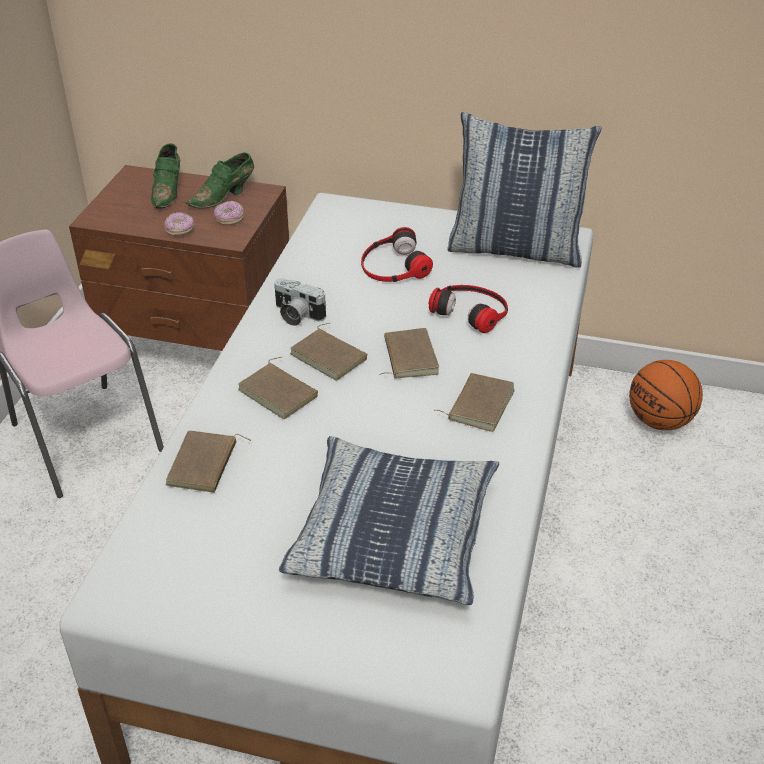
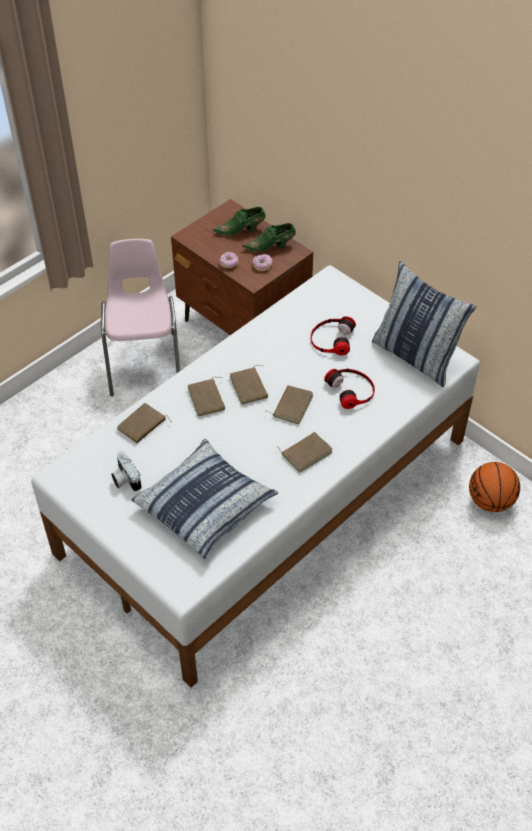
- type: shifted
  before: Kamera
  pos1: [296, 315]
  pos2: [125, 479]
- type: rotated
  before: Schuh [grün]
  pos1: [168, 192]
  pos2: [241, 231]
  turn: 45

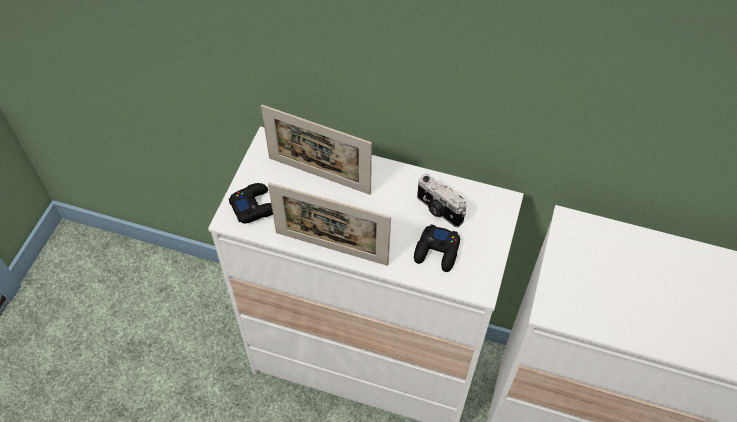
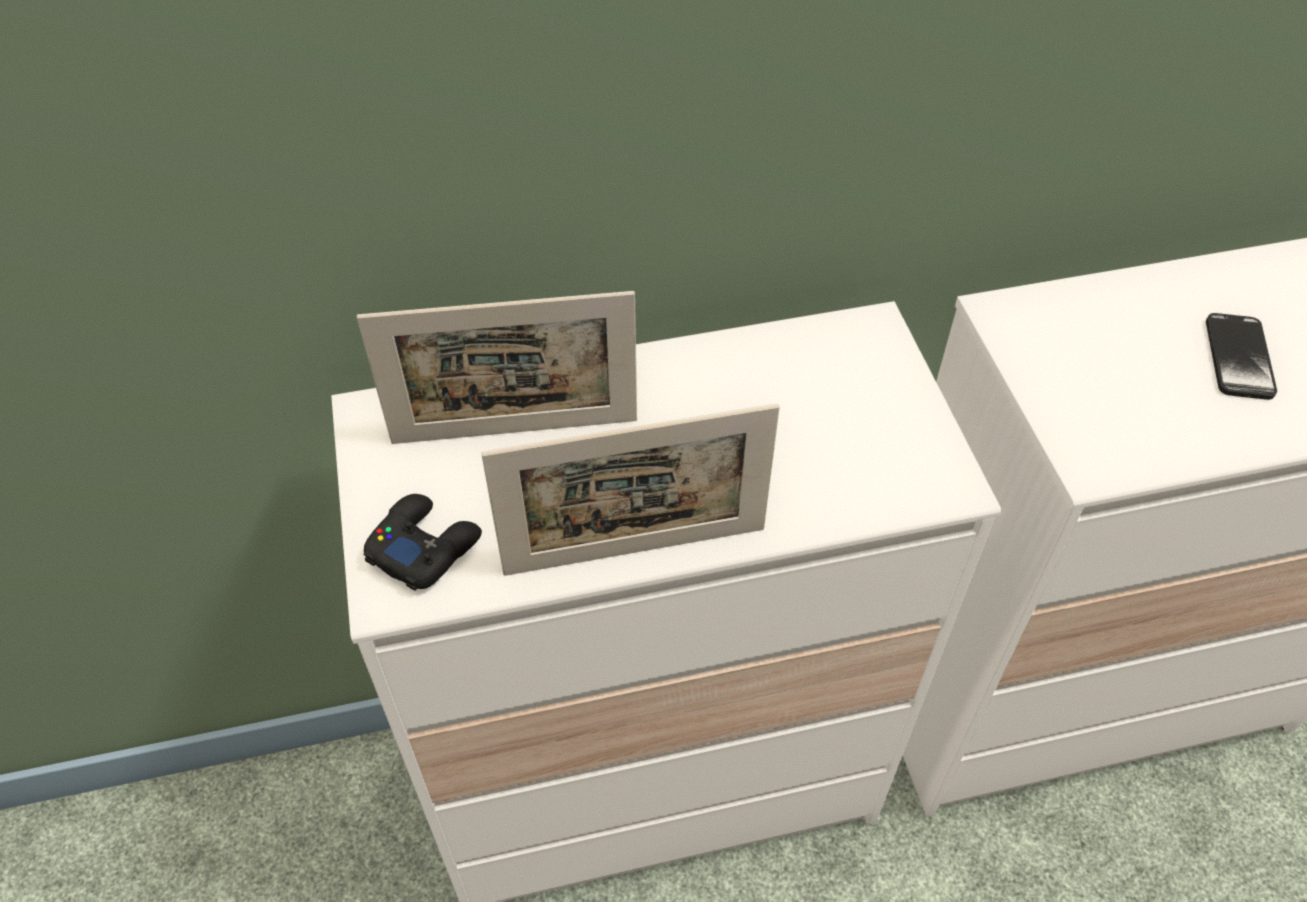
- type: new
  after: Handy
  pos2: [1238, 358]
- type: gone
  before: Gamepad [schwarz]
  pos1: [437, 251]
- type: gone
  before: Kamera
  pos1: [438, 210]

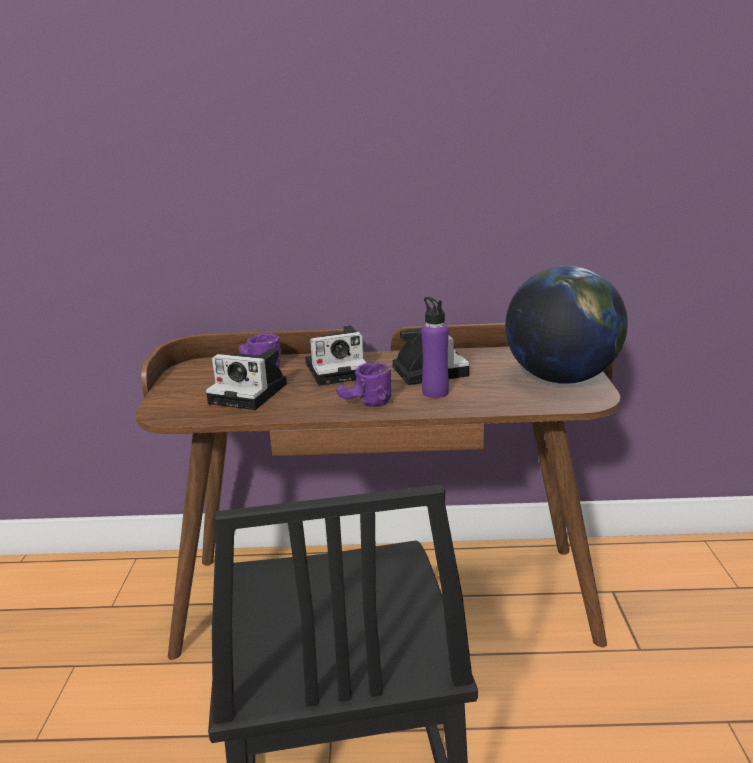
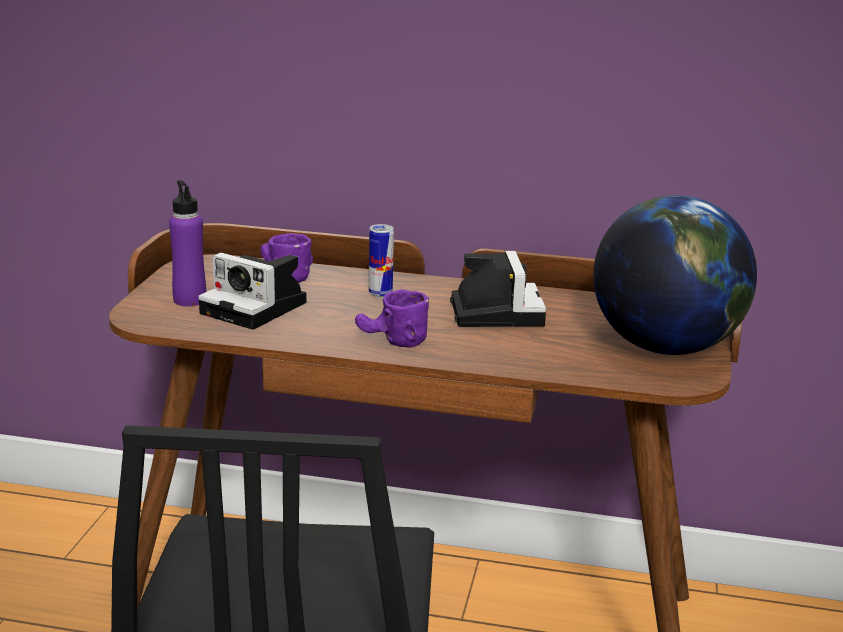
- type: shifted
  before: Flasche [lila]
  pos1: [435, 392]
  pos2: [189, 300]
- type: swapped
  before: Kamera
  after: Dose
  pos1: [338, 370]
  pos2: [380, 294]

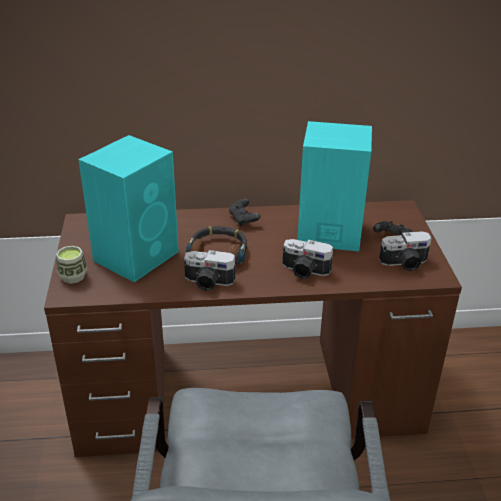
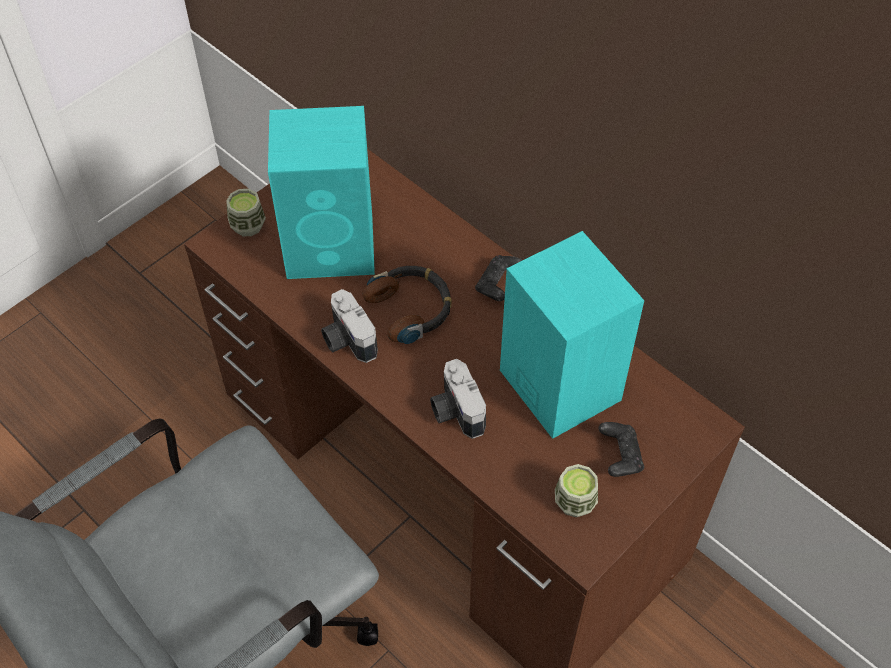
- type: swapped
  before: Kamera
  after: Tasse
  pos1: [405, 264]
  pos2: [575, 502]

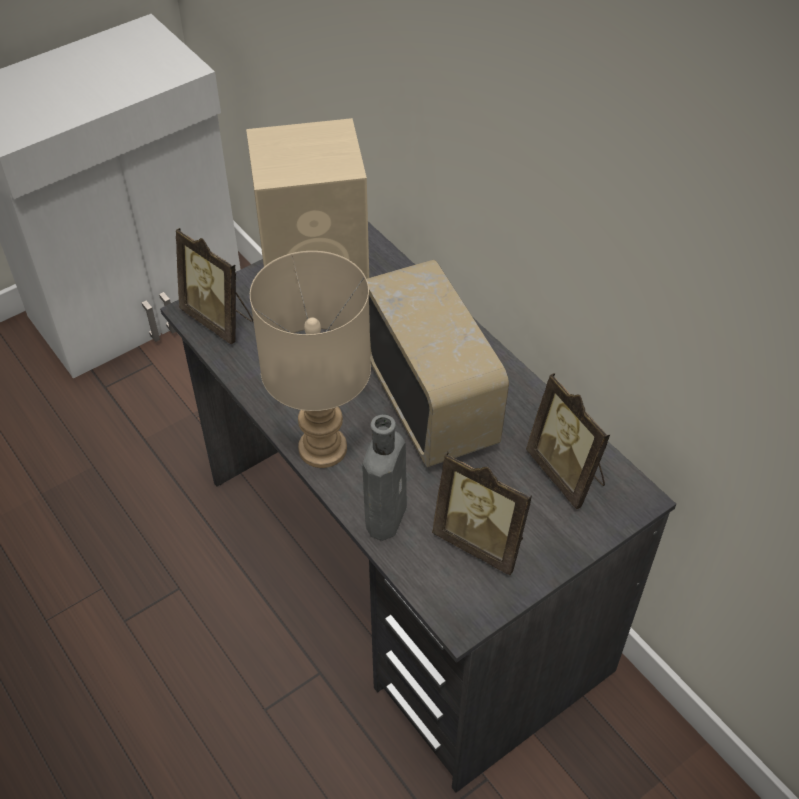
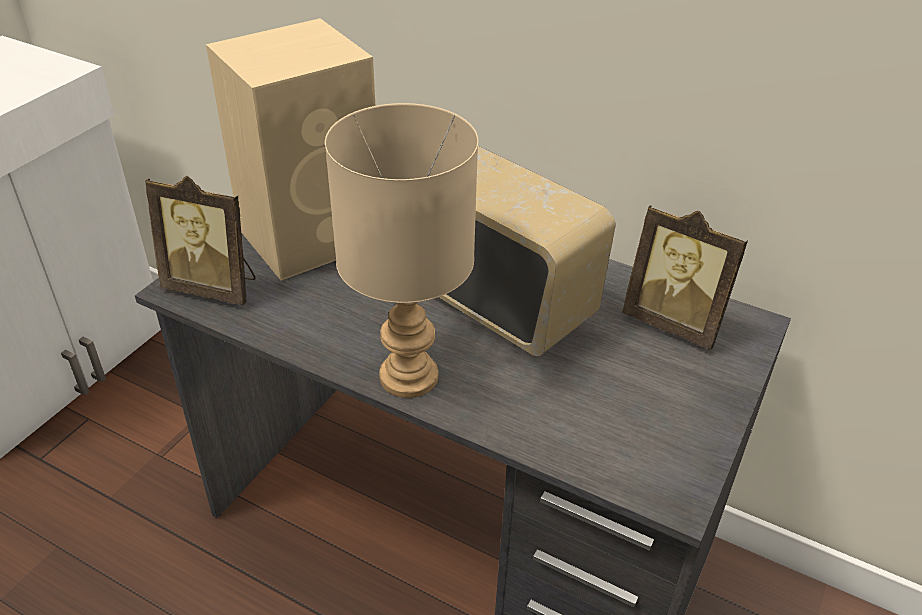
- type: gone
  before: Flasche [grau]
  pos1: [387, 514]
- type: gone
  before: Bilderrahmen
  pos1: [481, 541]

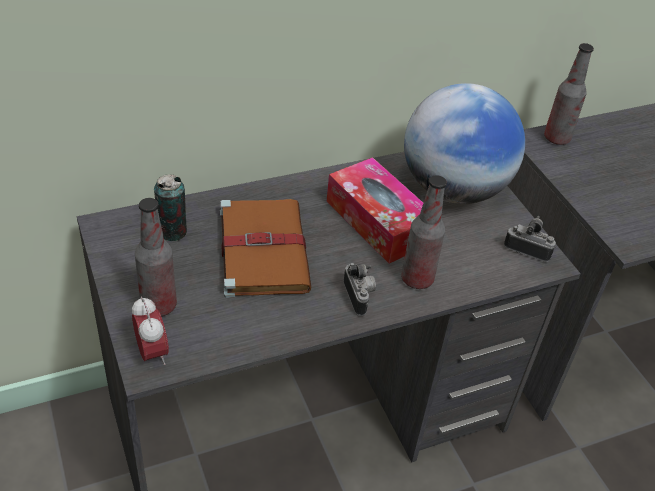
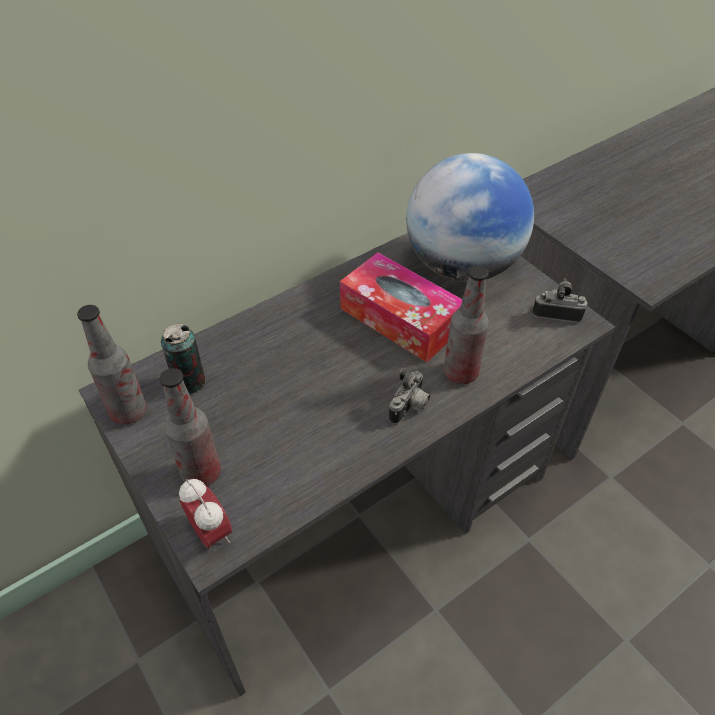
- type: shifted
  before: Flasche
  pos1: [556, 138]
  pos2: [128, 411]
- type: rotated
  before: Kamera
  pos1: [360, 297]
  pos2: [410, 407]
  turn: 60
- type: gone
  before: Buch [braun]
  pos1: [262, 248]

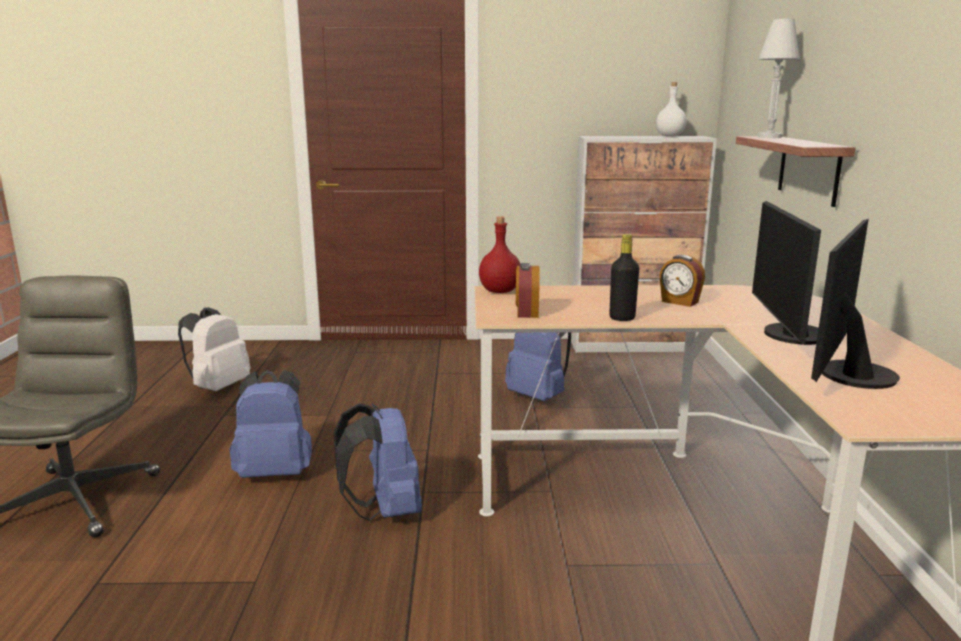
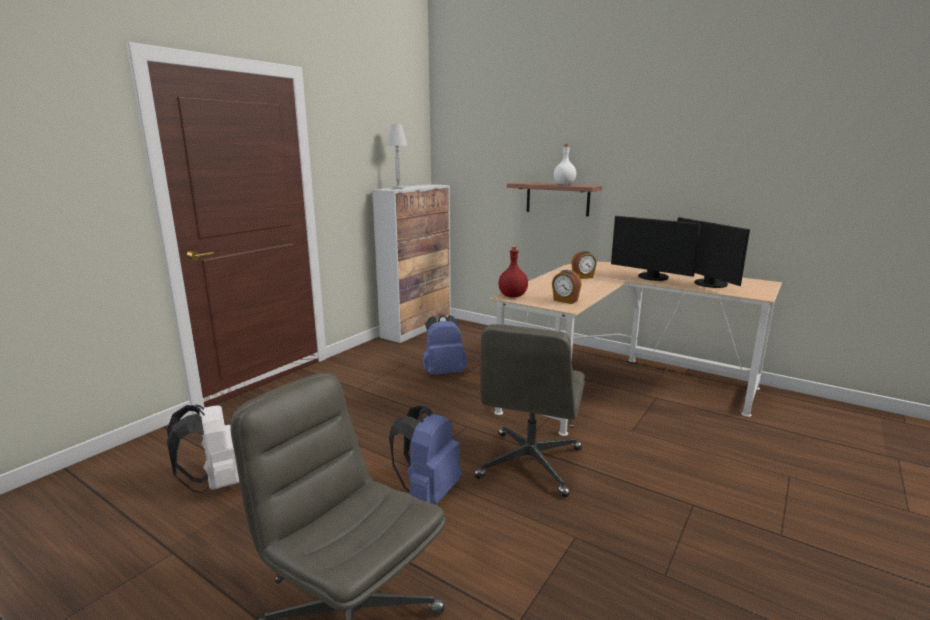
- type: shifted
  before: Tischlampe [weiß]
  pos1: [769, 137]
  pos2: [398, 188]
- type: swapped
  before: Rucksack [blau]
  after: Bürostuhl [grau]
  pos1: [385, 510]
  pos2: [530, 464]
- type: shifted
  before: Flasche [weiß]
  pos1: [670, 136]
  pos2: [564, 184]
- type: gone
  before: Flasche [schwarz]
  pos1: [622, 318]

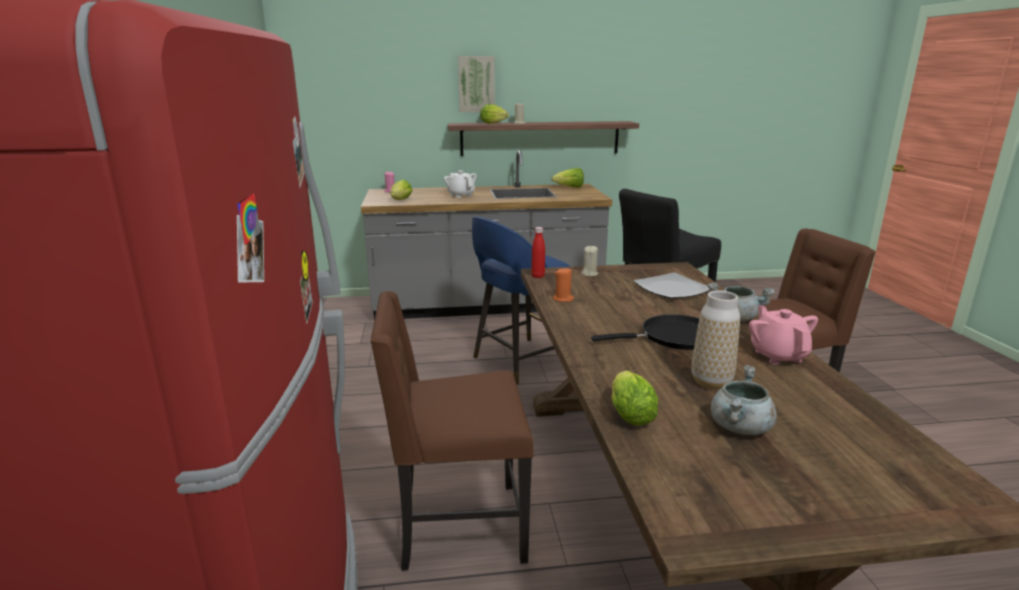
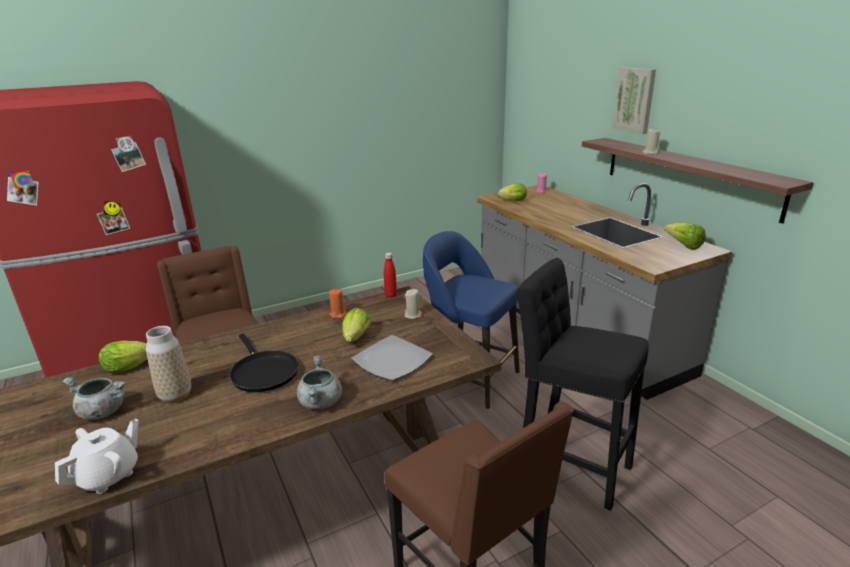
- type: shifted
  before: Teekanne [weiß]
  pos1: [461, 195]
  pos2: [109, 475]
- type: shifted
  before: Salatkopf
  pos1: [494, 123]
  pos2: [355, 339]
- type: gone
  before: Teekanne [rosa]
  pos1: [778, 355]

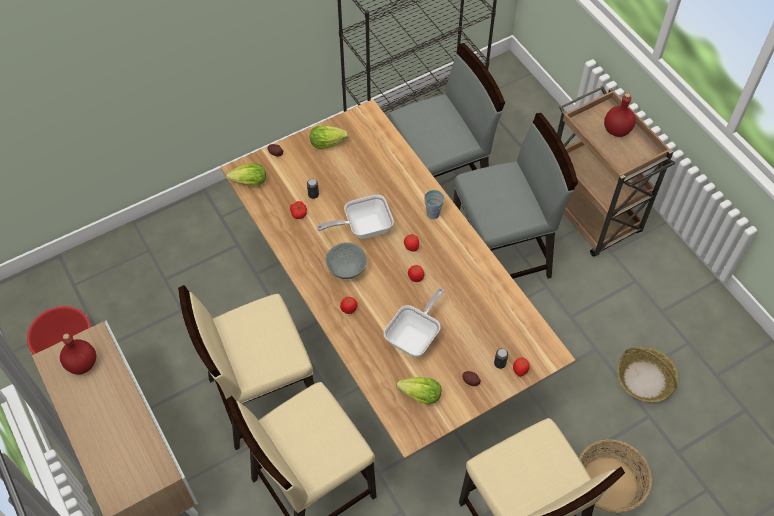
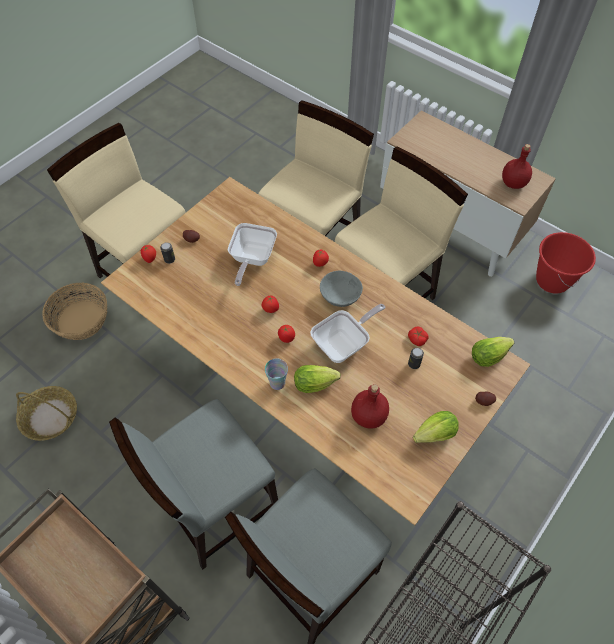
- type: shifted
  before: Salatkopf
  pos1: [418, 395]
  pos2: [317, 383]
- type: shifted
  before: Flasche [rot]
  pos1: [616, 130]
  pos2: [369, 416]

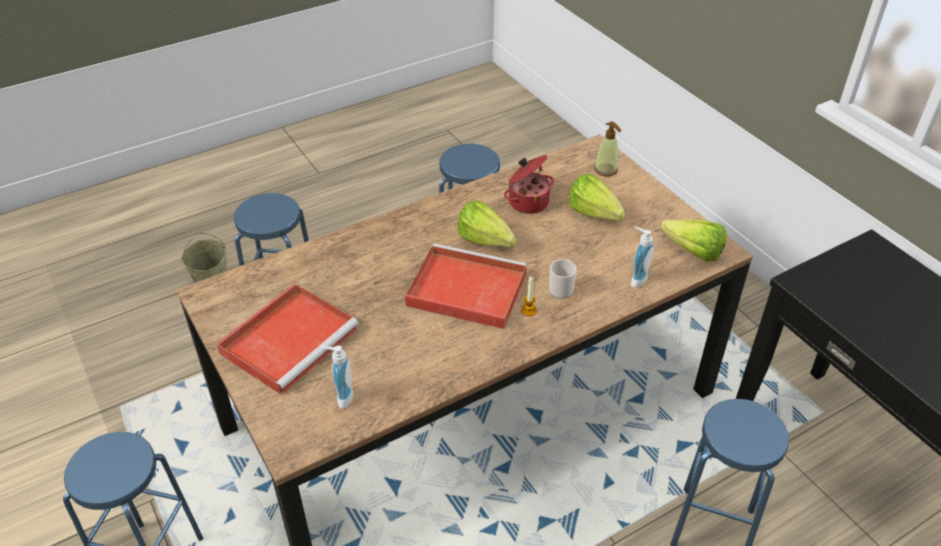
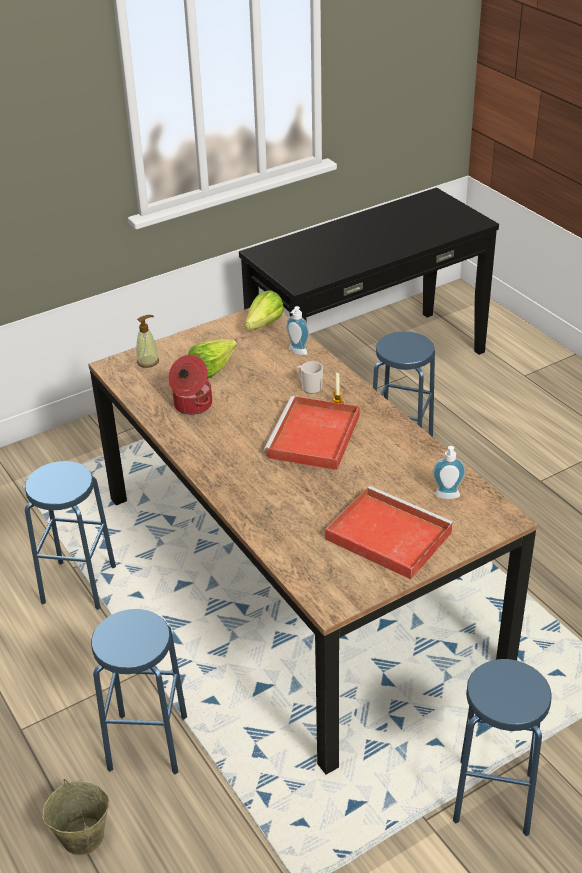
- type: gone
  before: Salatkopf
  pos1: [488, 244]

